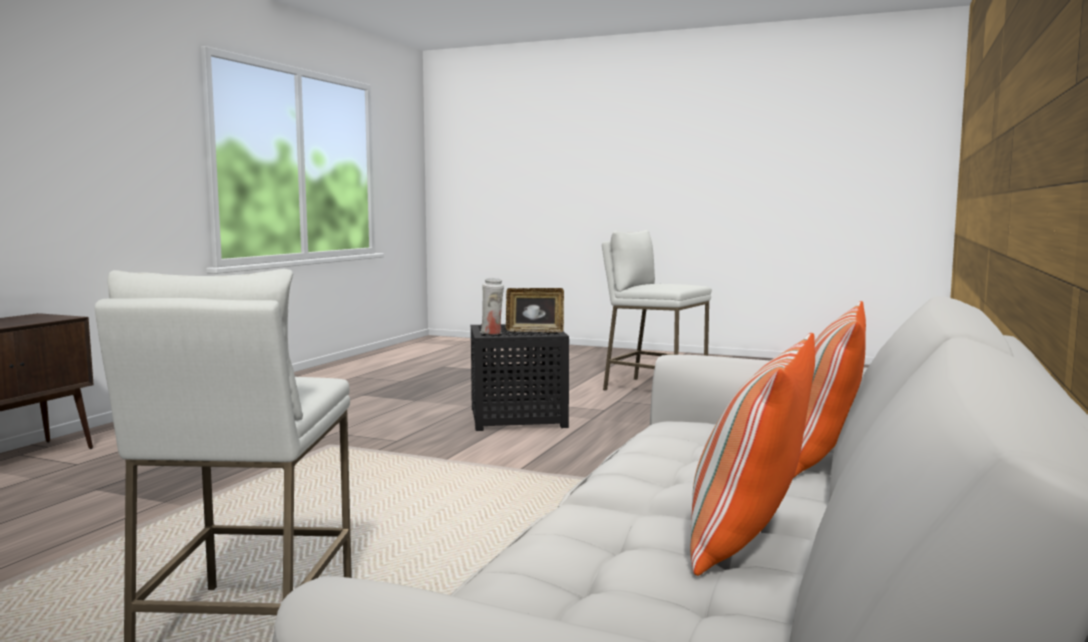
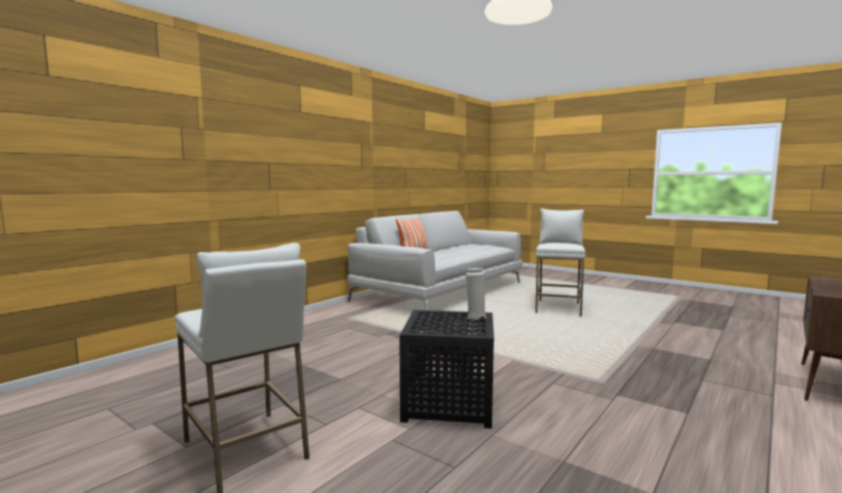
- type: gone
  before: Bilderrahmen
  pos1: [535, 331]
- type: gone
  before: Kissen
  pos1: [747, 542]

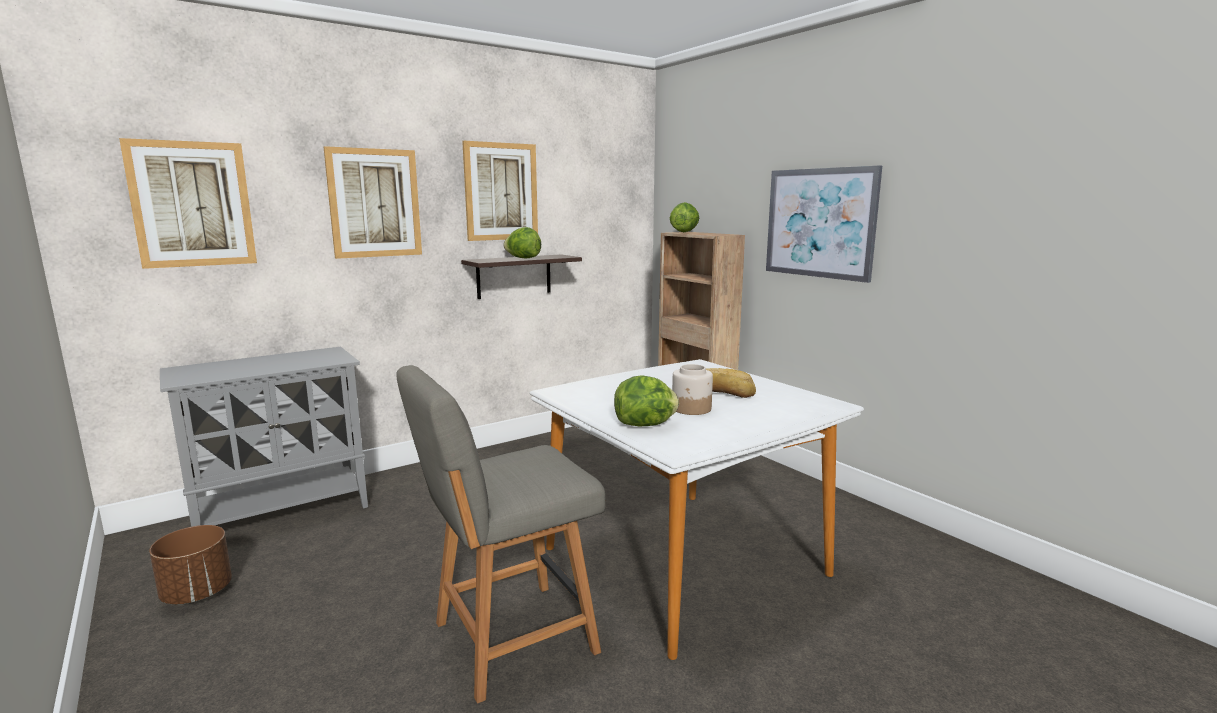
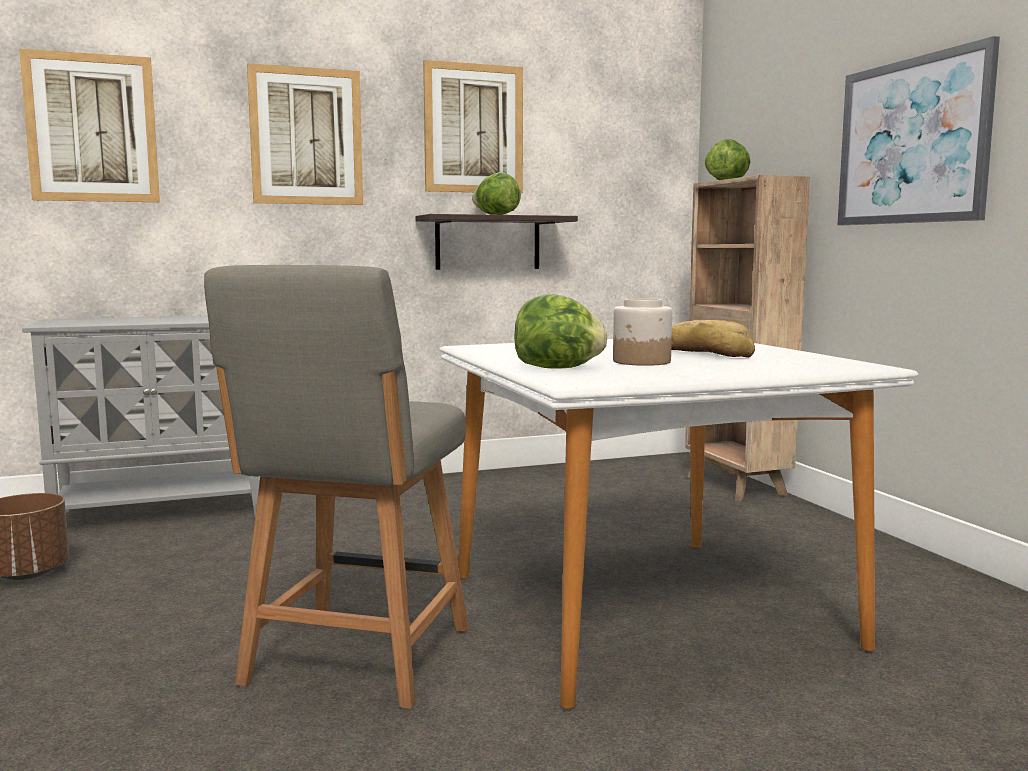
- type: rotated
  before: Stuhl [grau]
  pos1: [509, 639]
  pos2: [355, 659]
  turn: -60

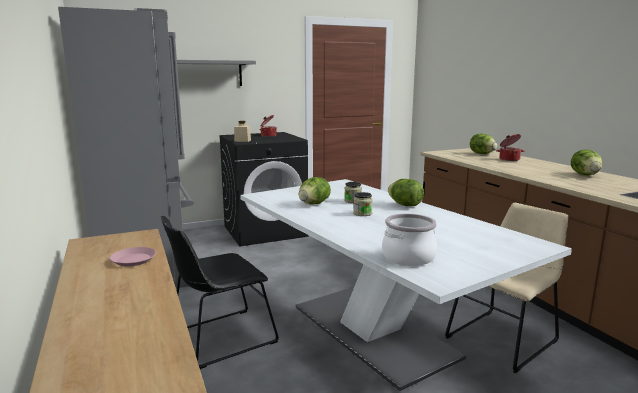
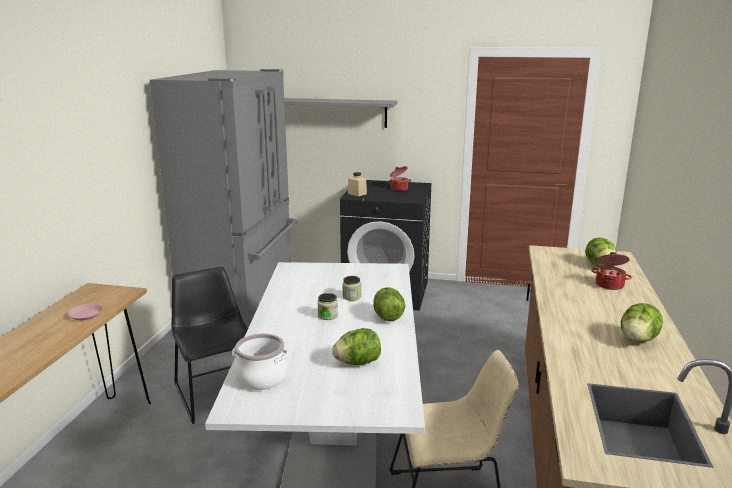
- type: rotated
  before: Stuhl [schwarz]
  pos1: [219, 338]
  pos2: [216, 391]
  turn: 60
- type: shifted
  before: Salatkopf
  pos1: [314, 204]
  pos2: [358, 362]

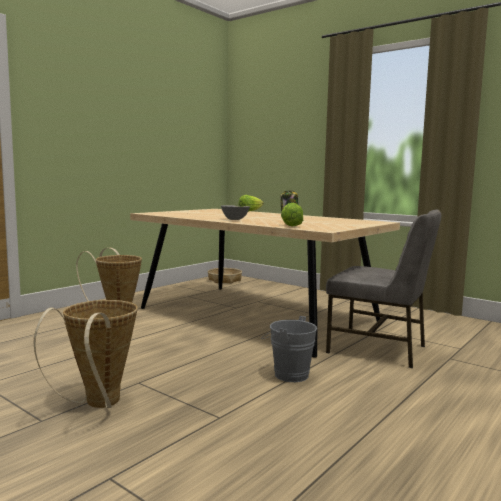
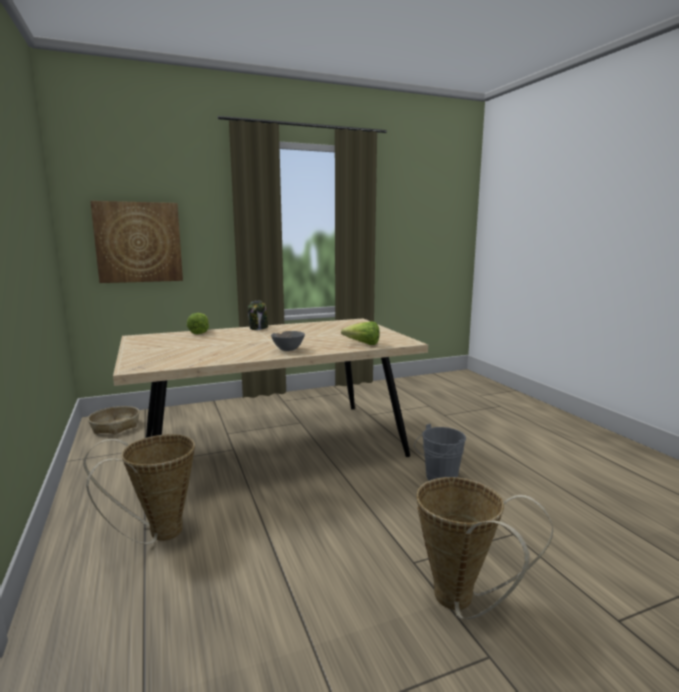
- type: new
  after: Bild
  pos2: [138, 242]
- type: gone
  before: Stuhl [grau]
  pos1: [379, 349]

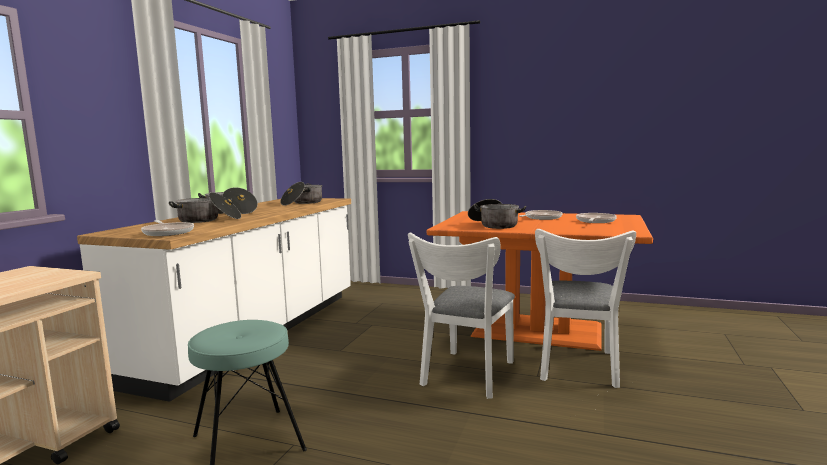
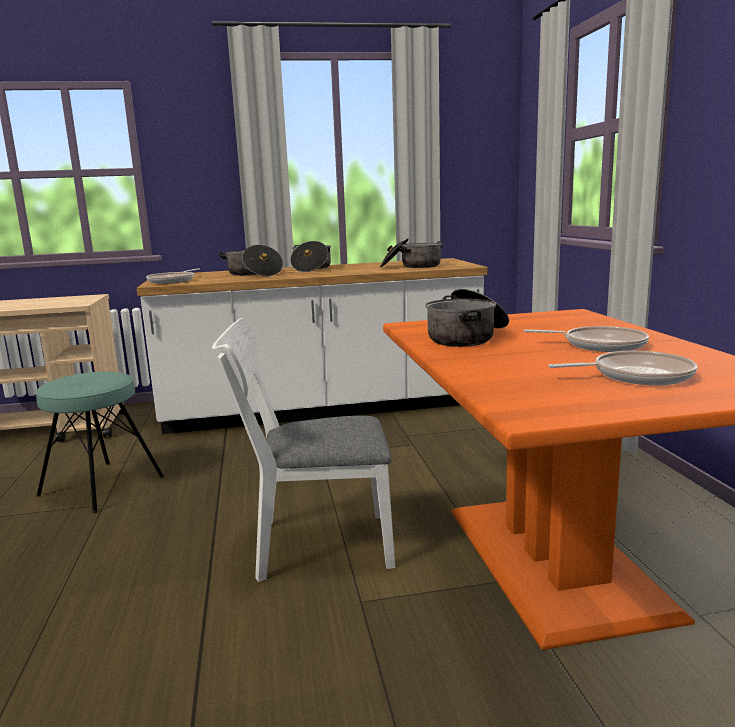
- type: gone
  before: Stuhl [weiß]
  pos1: [577, 369]

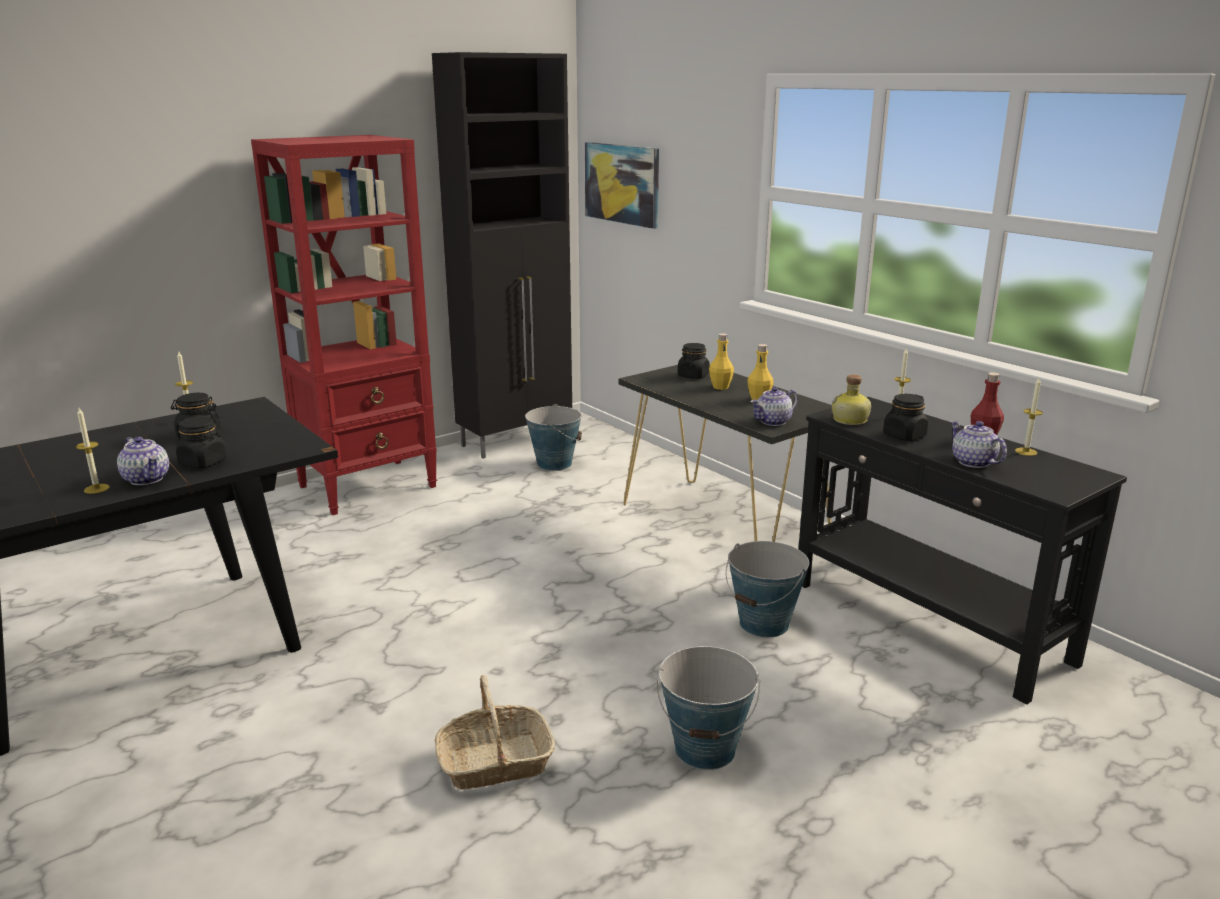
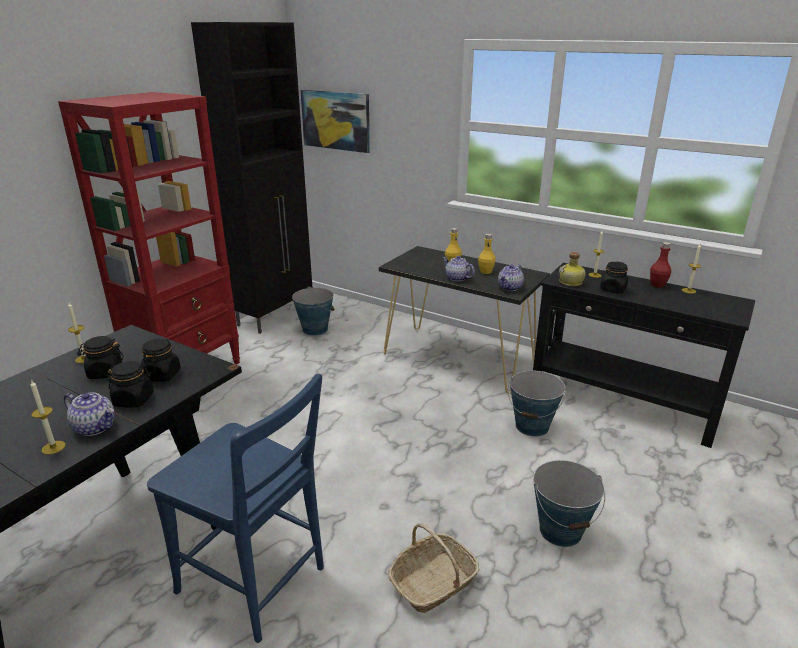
- type: shifted
  before: Vorratsglas [schwarz]
  pos1: [693, 375]
  pos2: [162, 375]
- type: new
  after: Stuhl [blau]
  pos2: [257, 583]
- type: shifted
  before: Teekanne
  pos1: [972, 462]
  pos2: [457, 278]

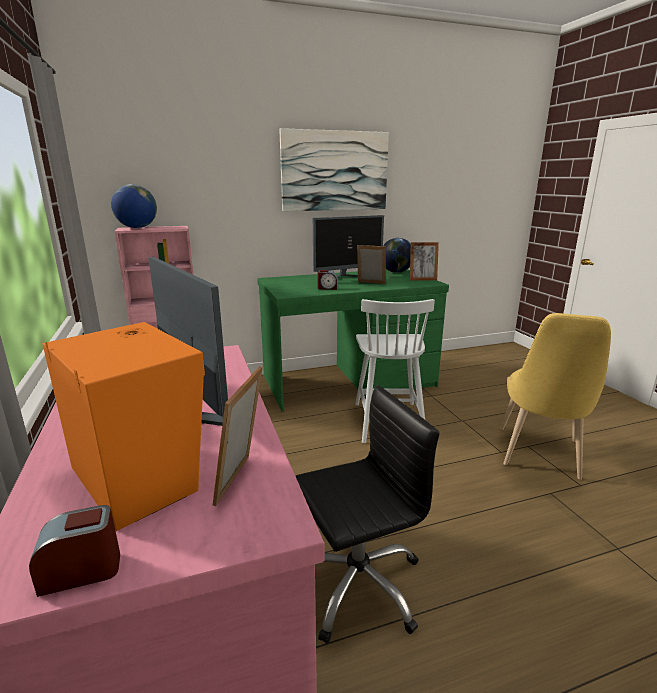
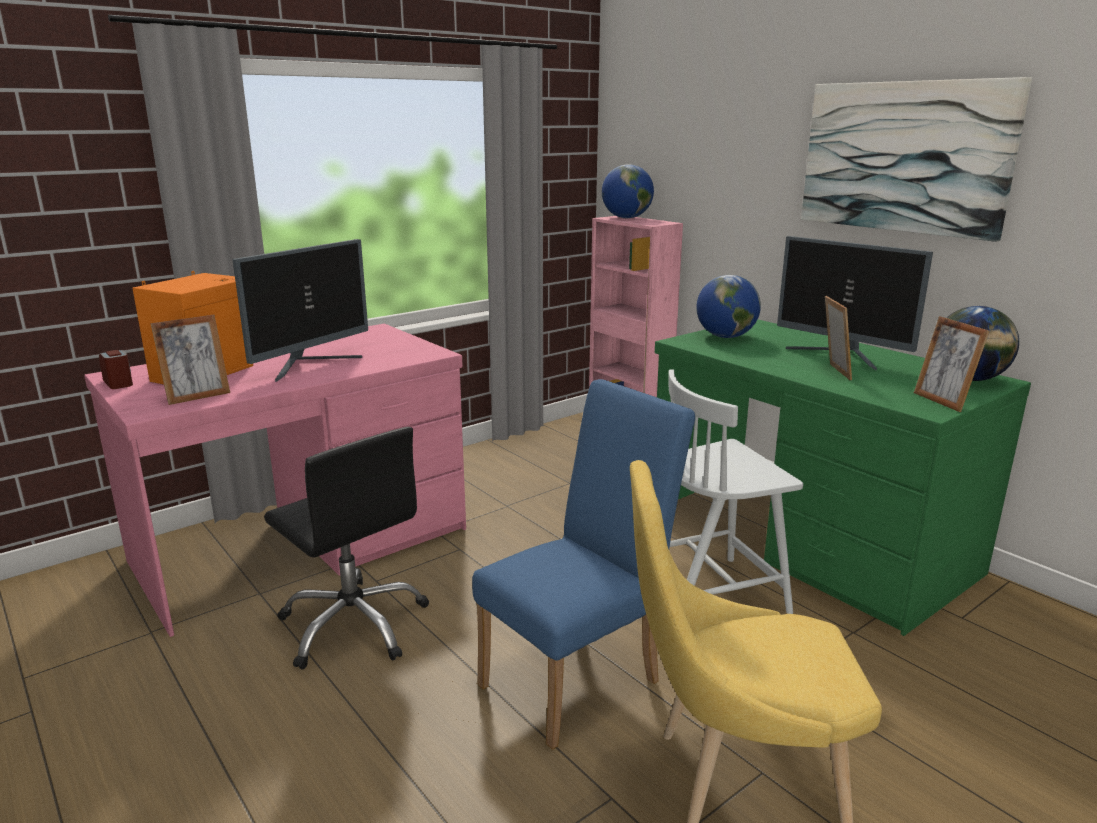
- type: rotated
  before: Bilderrahmen
  pos1: [242, 480]
  pos2: [197, 396]
  turn: 150
- type: new
  after: Stuhl [blau]
  pos2: [580, 677]
- type: new
  after: Globus
  pos2: [725, 337]
- type: gone
  before: Wecker
  pos1: [327, 288]

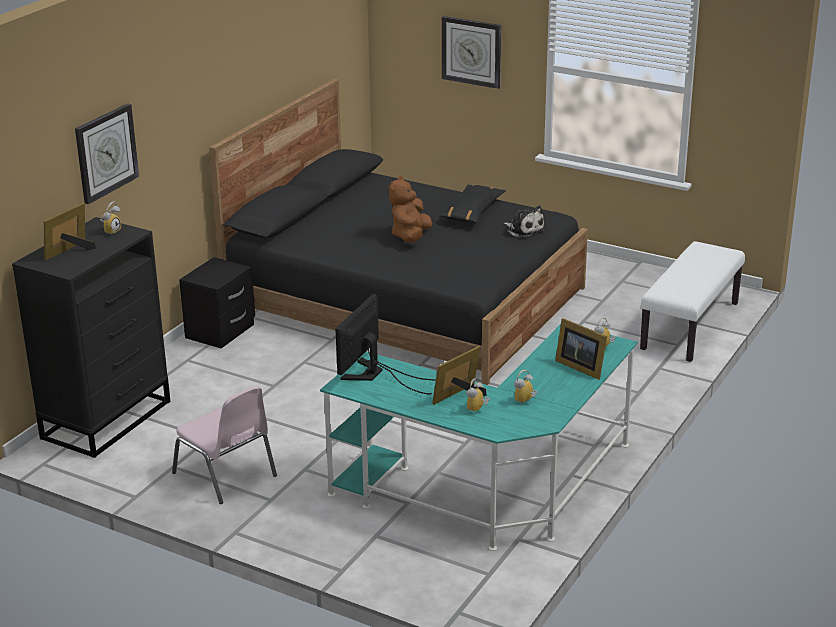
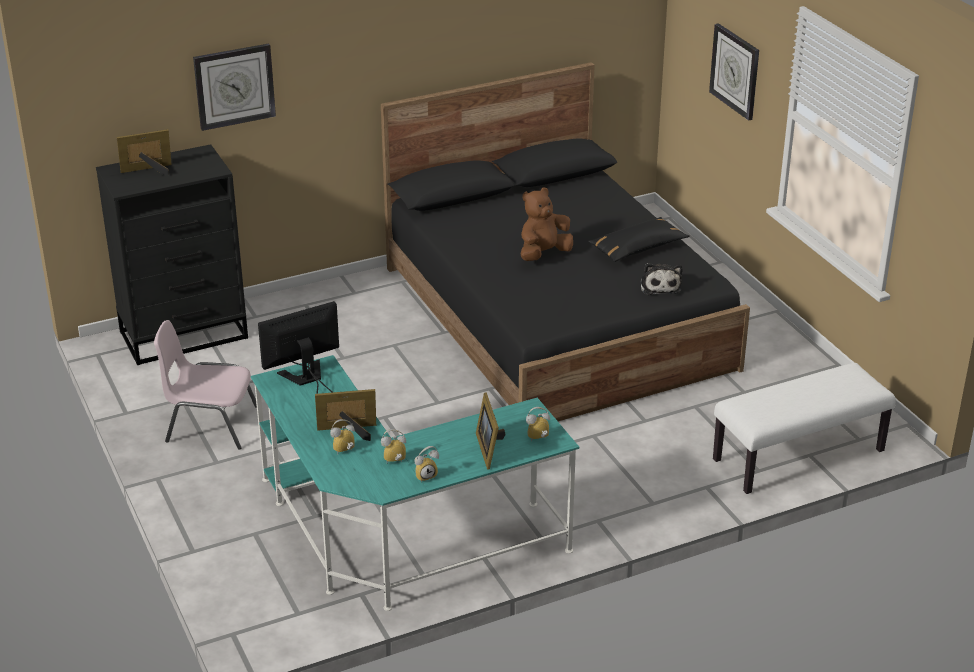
- type: rotated
  before: Stuhl [rosa]
  pos1: [226, 475]
  pos2: [210, 424]
  turn: 105
- type: shifted
  before: Wecker
  pos1: [111, 231]
  pos2: [425, 475]
- type: gone
  before: Nachttisch [schwarz]
  pos1: [221, 332]

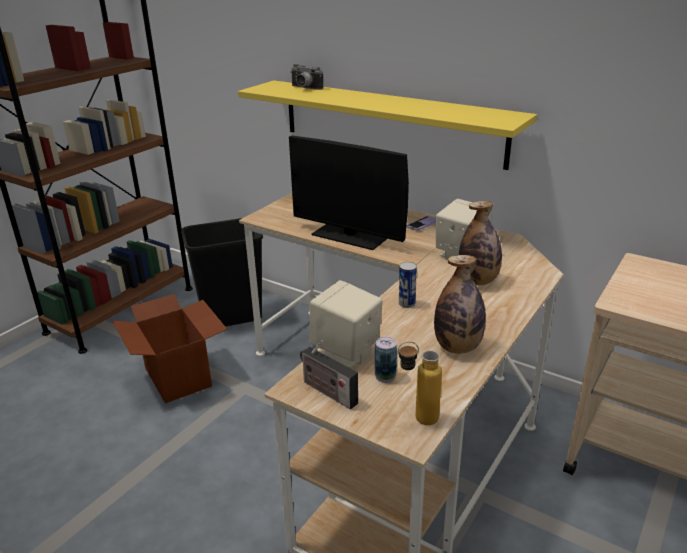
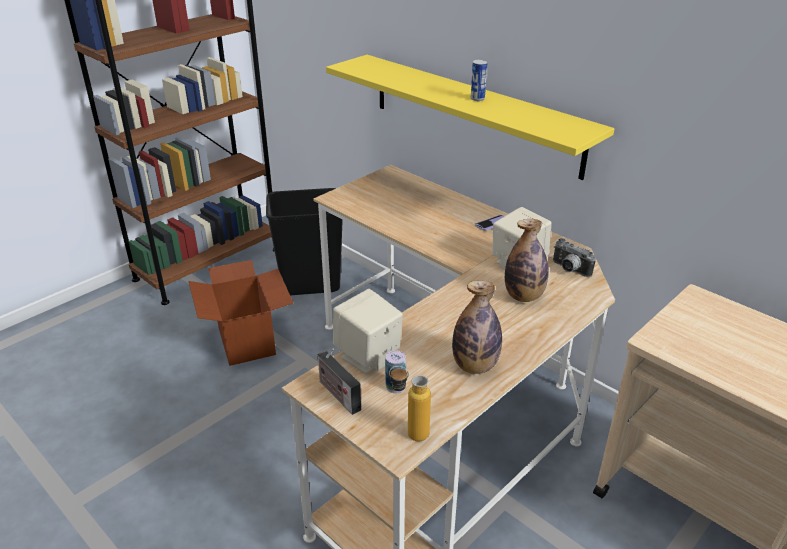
- type: shifted
  before: Dose
  pos1: [406, 304]
  pos2: [477, 99]
- type: shifted
  before: Kamera
  pos1: [304, 88]
  pos2: [569, 270]
- type: gone
  before: Monitor
  pos1: [349, 236]

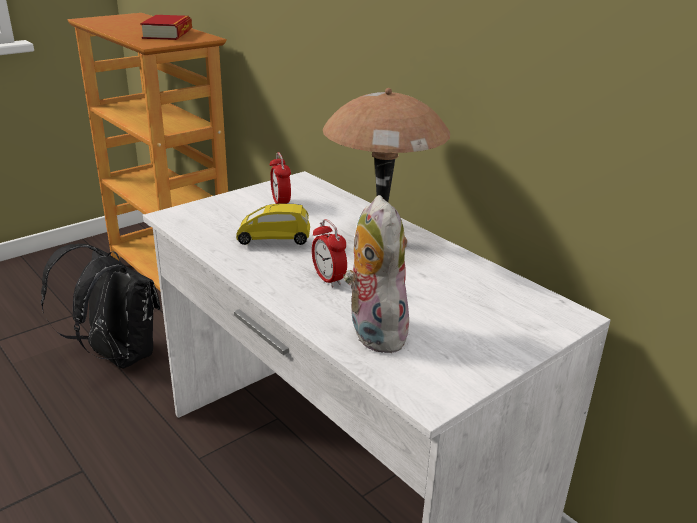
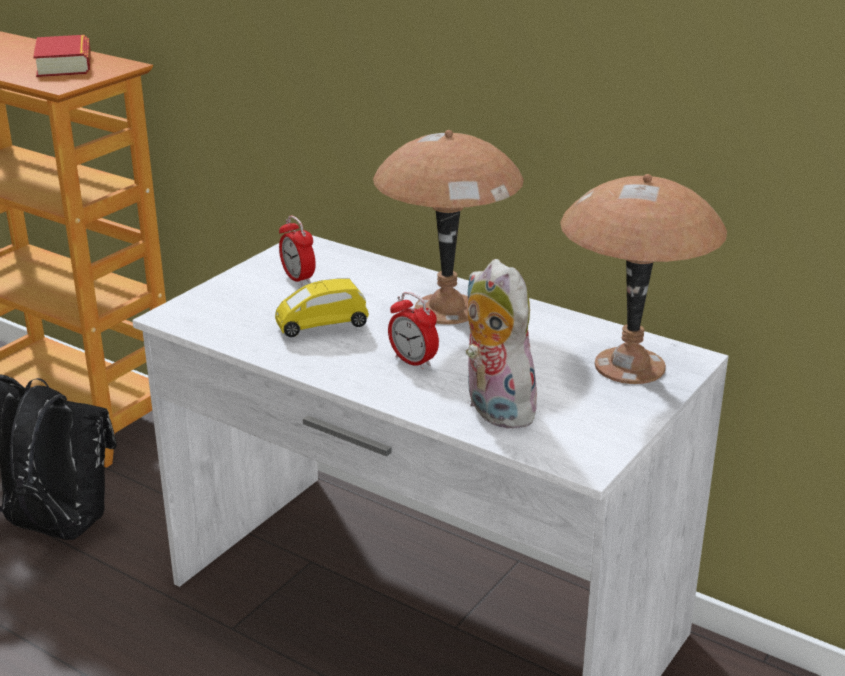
- type: new
  after: Tischlampe [braun]
  pos2: [629, 366]

